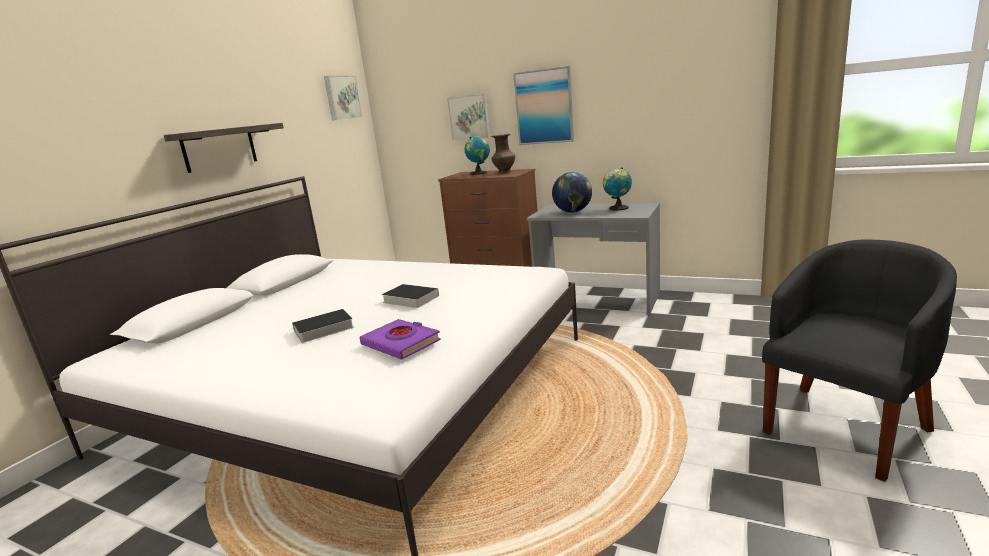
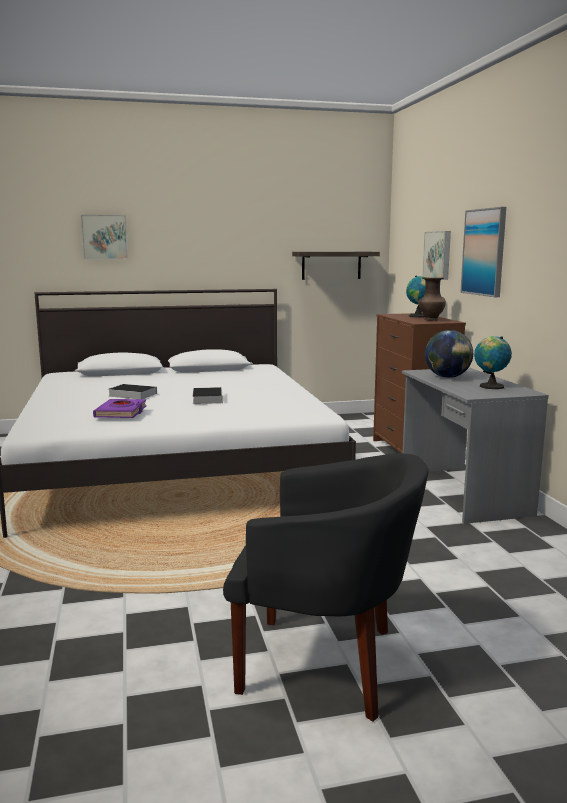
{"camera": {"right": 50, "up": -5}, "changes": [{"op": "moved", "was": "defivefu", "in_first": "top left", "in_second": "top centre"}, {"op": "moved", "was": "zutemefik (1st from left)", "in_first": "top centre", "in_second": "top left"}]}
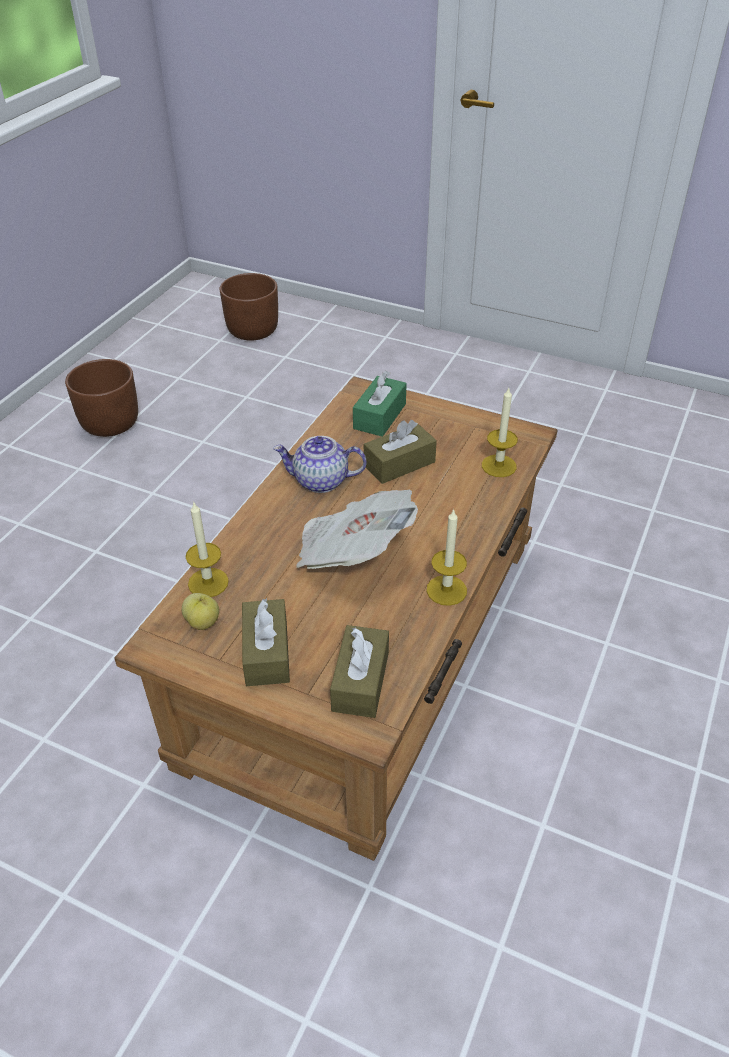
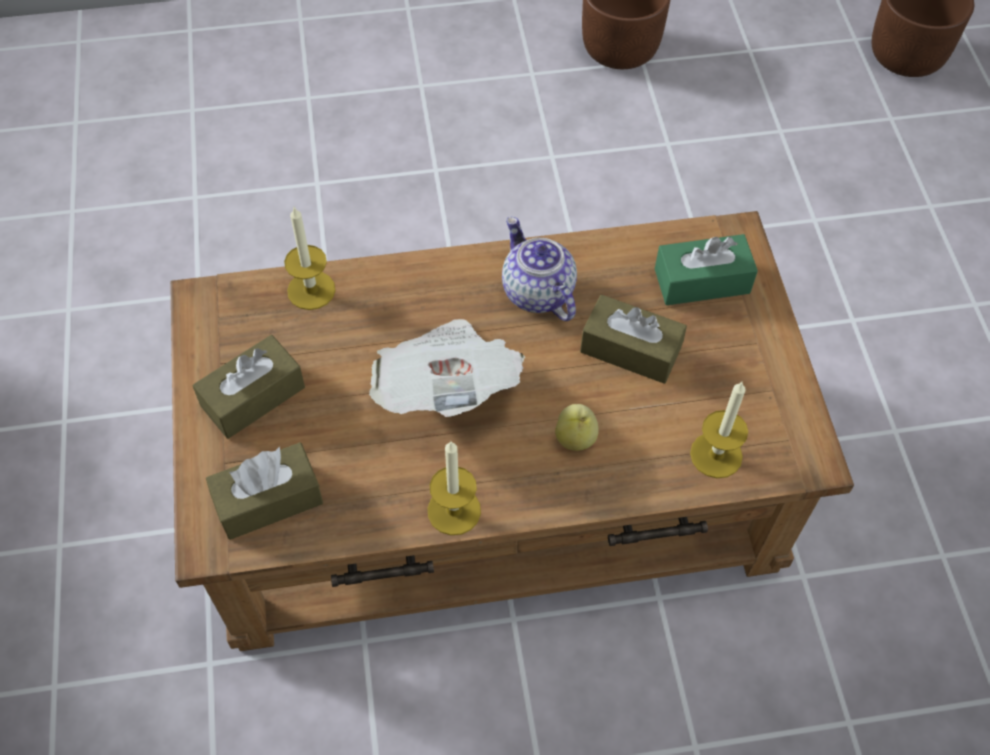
{"camera": {"right": 55, "up": 15}, "changes": [{"op": "moved", "was": "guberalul", "in_first": "middle left", "in_second": "centre"}]}
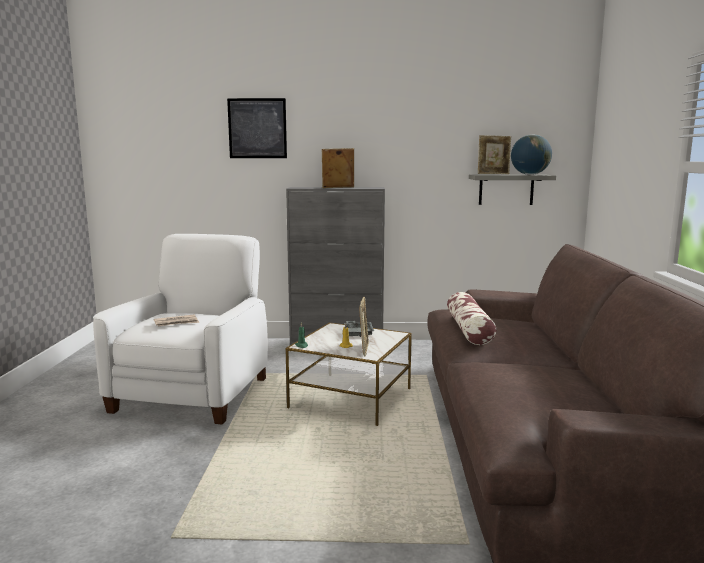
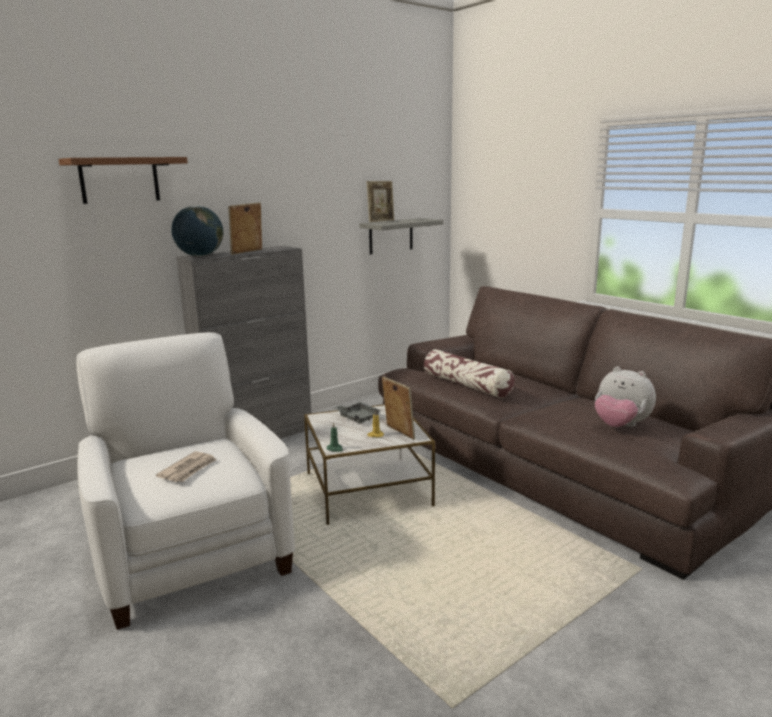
{"camera": {"right": -40, "up": 5}, "changes": [{"op": "added", "now": "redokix", "in_second": "middle right"}, {"op": "moved", "was": "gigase", "in_first": "top right", "in_second": "top left"}, {"op": "replaced", "was": "zutemefik", "now": "brown defivefu", "in_first": "top centre", "in_second": "top left"}]}
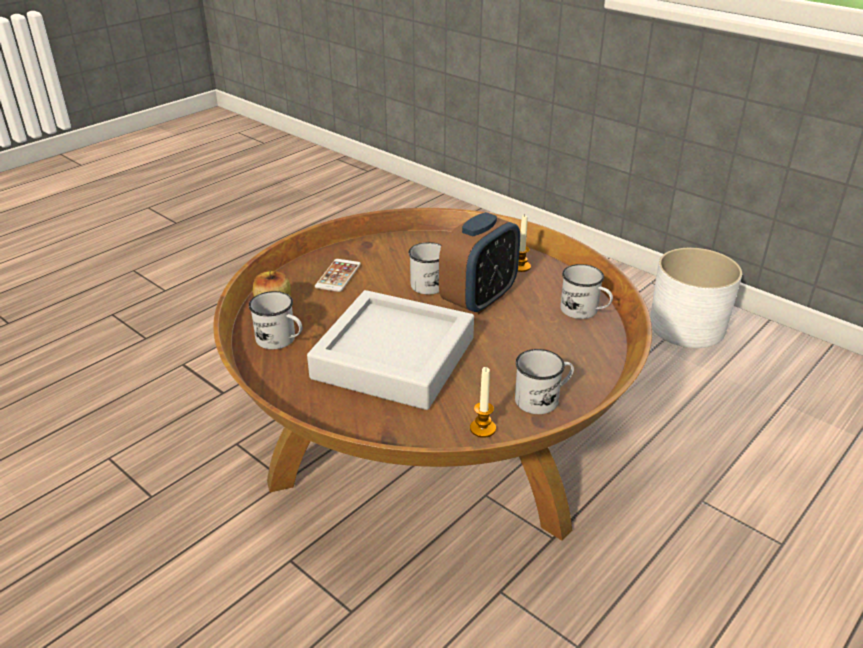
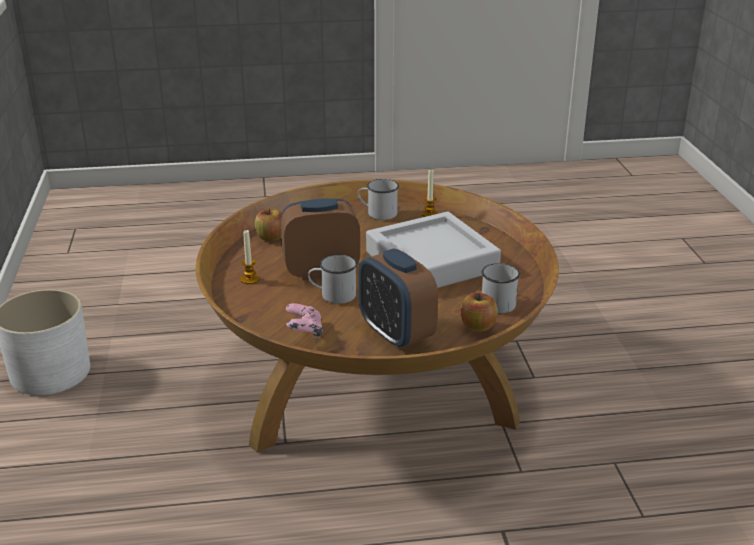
{"camera": {"right": -140, "up": -5}, "changes": [{"op": "added", "now": "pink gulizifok", "in_second": "centre"}, {"op": "replaced", "was": "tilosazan", "now": "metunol (2nd from left)", "in_first": "centre", "in_second": "centre"}, {"op": "replaced", "was": "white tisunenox (4th from left)", "now": "guberalul (1st from left)", "in_first": "middle right", "in_second": "centre"}]}
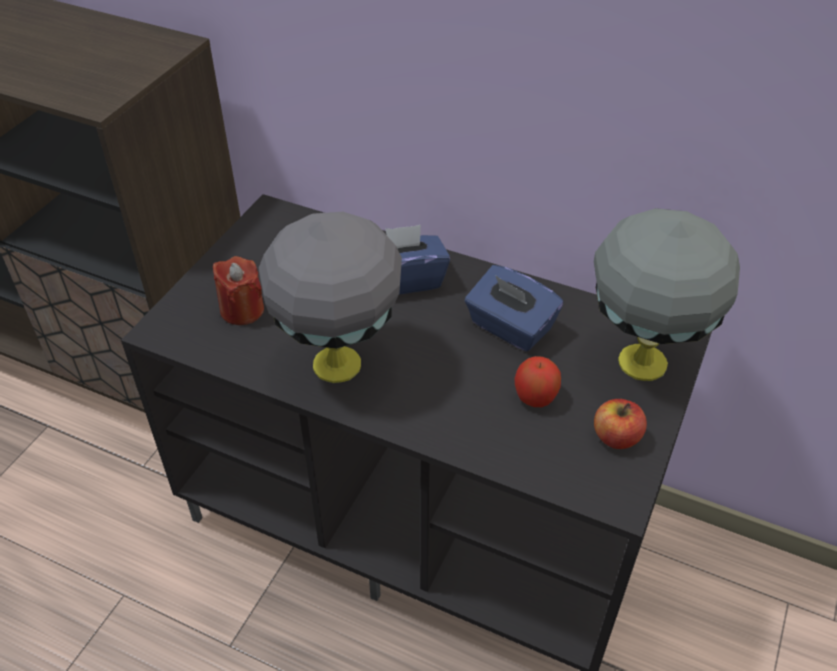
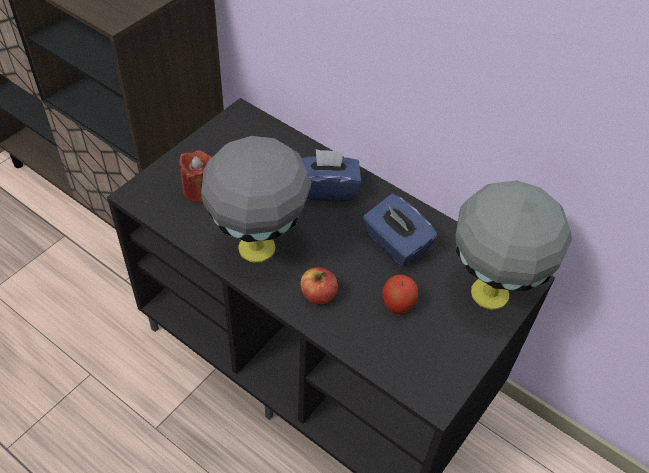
{"camera": {"right": 10, "up": 5}, "changes": [{"op": "moved", "was": "guberalul (2nd from left in the first image)", "now": "guberalul (1st from left)", "in_first": "middle right", "in_second": "centre"}]}
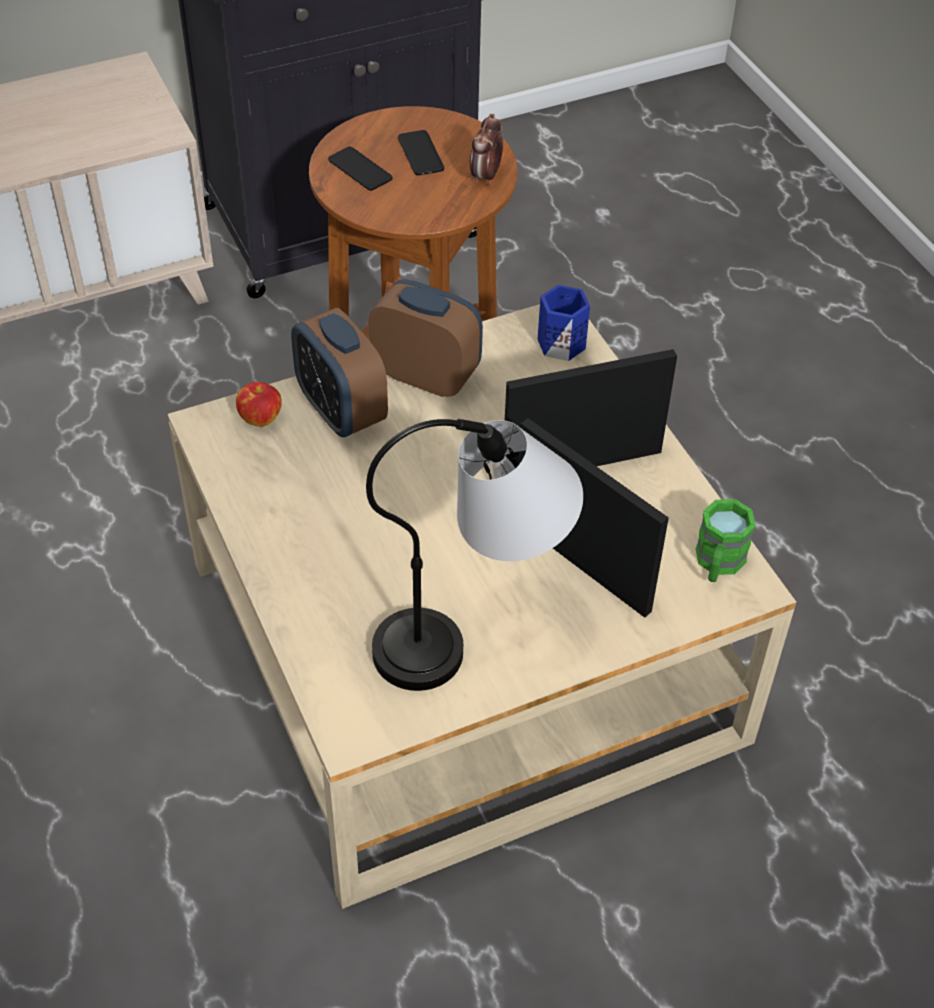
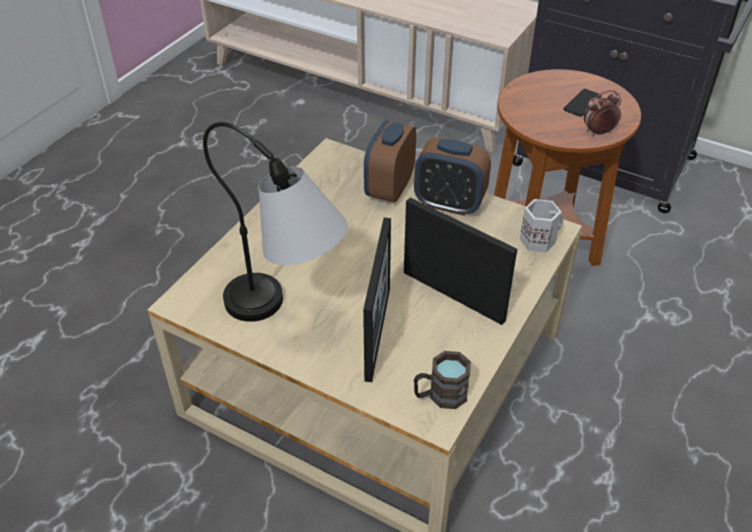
{"camera": {"right": 55, "up": -5}, "changes": [{"op": "removed", "was": "guberalul", "in_first": "middle left"}, {"op": "removed", "was": "tilosazan (1st from left)", "in_first": "top centre"}, {"op": "recoloured", "was": "blue tisunenox", "now": "white tisunenox", "in_first": "top centre", "in_second": "middle right"}, {"op": "recoloured", "was": "green tisunenox", "now": "brown tisunenox", "in_first": "middle right", "in_second": "bottom centre"}, {"op": "turned", "was": "metunol (2nd from left)", "in_first": "centre", "in_second": "top centre", "clockwise": 120}]}
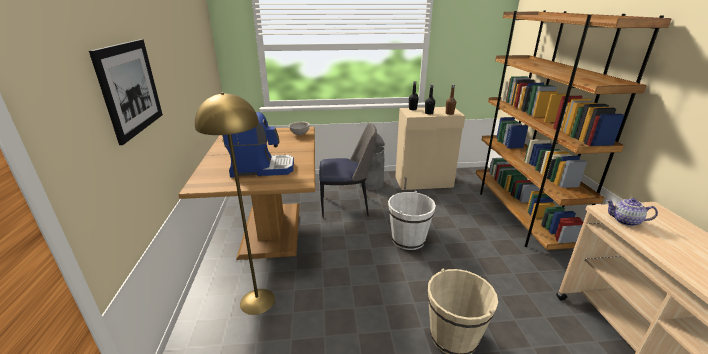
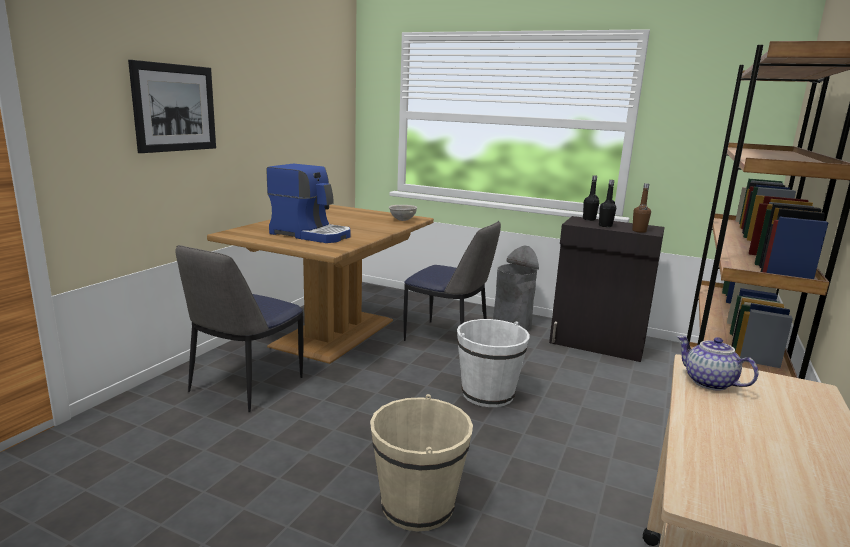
{"camera": {"right": 30, "up": -10}, "changes": [{"op": "replaced", "was": "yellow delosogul", "now": "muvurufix (1st from left)", "in_first": "middle left", "in_second": "middle left"}, {"op": "recoloured", "was": "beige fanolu", "now": "black fanolu", "in_first": "centre", "in_second": "middle right"}]}
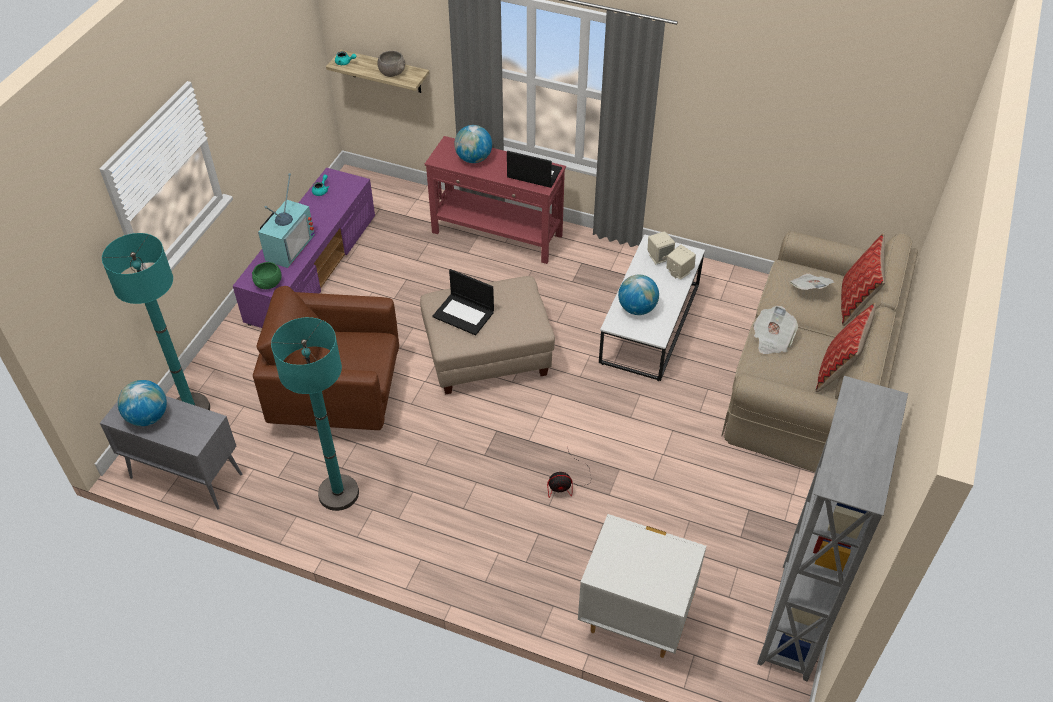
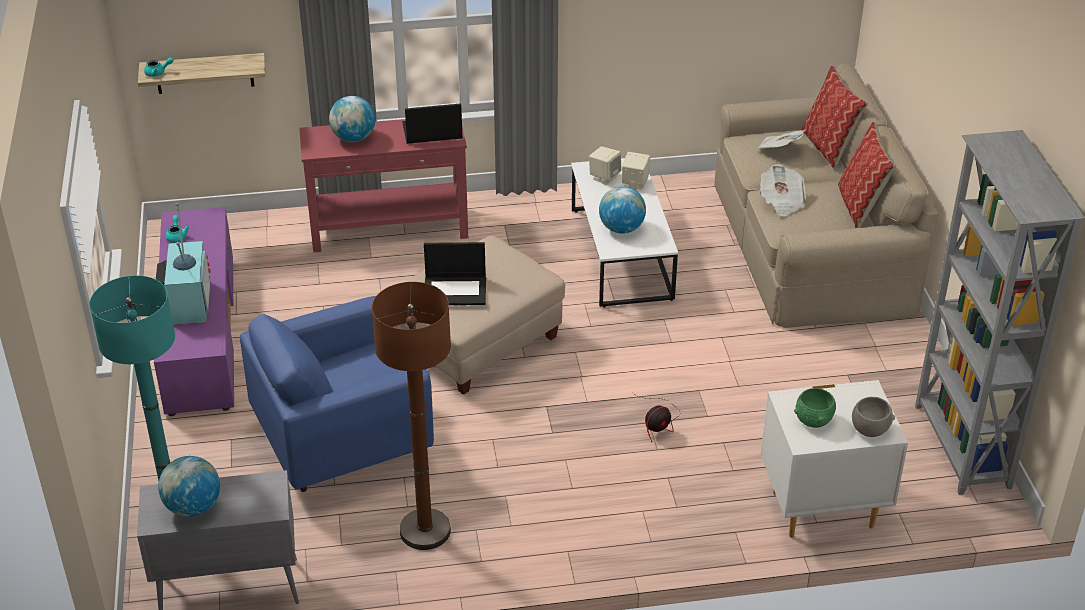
{"camera": {"right": -30, "up": -10}, "changes": [{"op": "moved", "was": "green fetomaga", "in_first": "middle left", "in_second": "bottom right"}, {"op": "moved", "was": "grey fetomaga", "in_first": "top centre", "in_second": "bottom right"}, {"op": "recoloured", "was": "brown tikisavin", "now": "blue tikisavin", "in_first": "middle left", "in_second": "middle left"}, {"op": "recoloured", "was": "turquoise delosogul (2nd from left)", "now": "brown delosogul", "in_first": "middle left", "in_second": "bottom centre"}]}
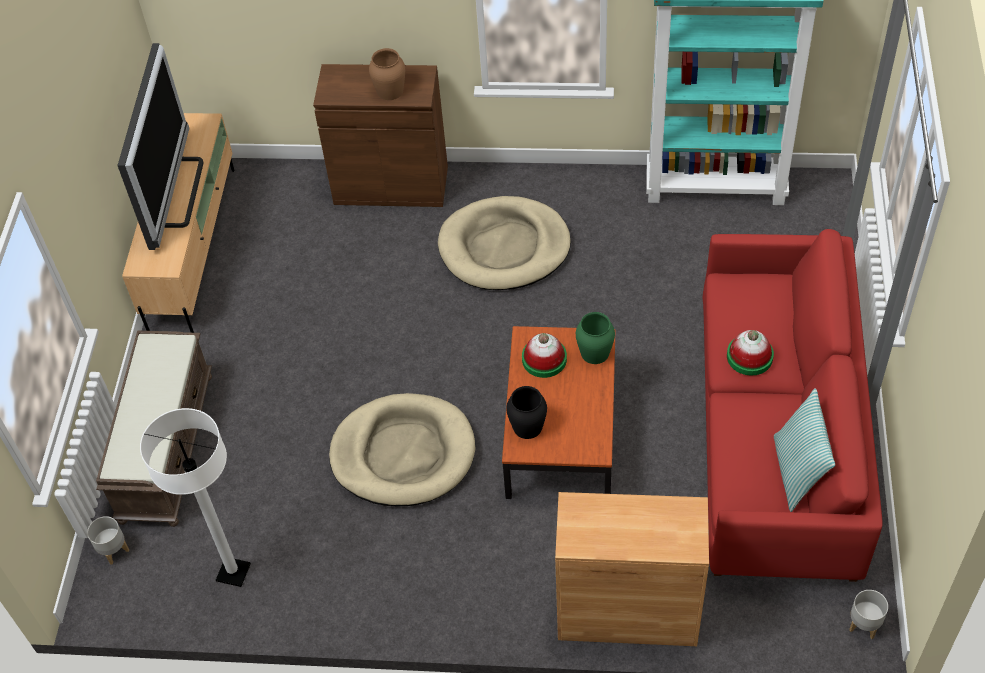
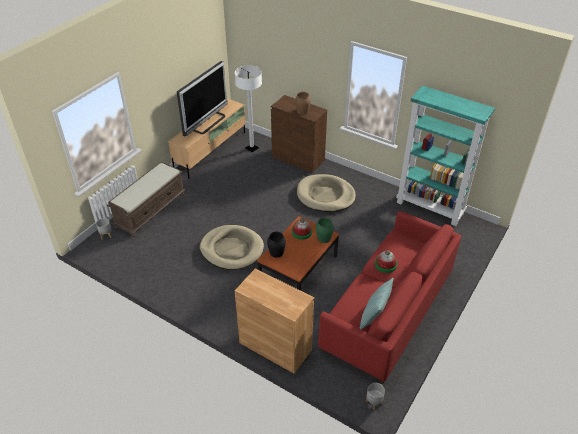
{"camera": {"right": 25, "up": -10}, "changes": [{"op": "moved", "was": "white delosogul", "in_first": "bottom left", "in_second": "top centre"}]}
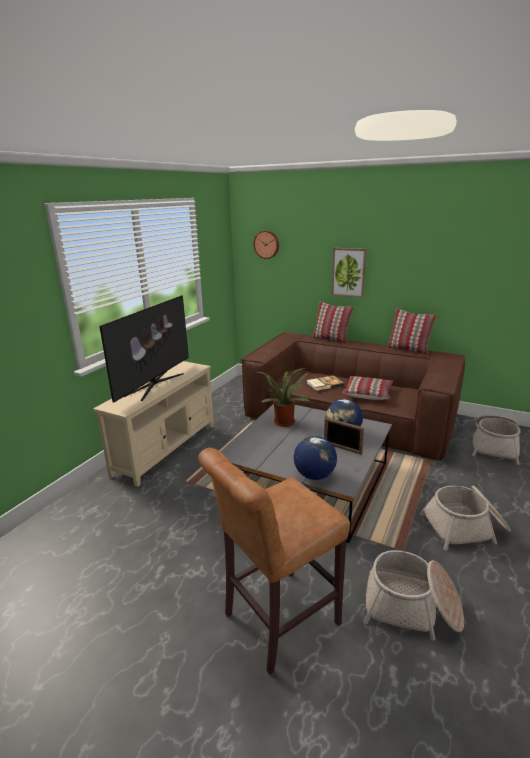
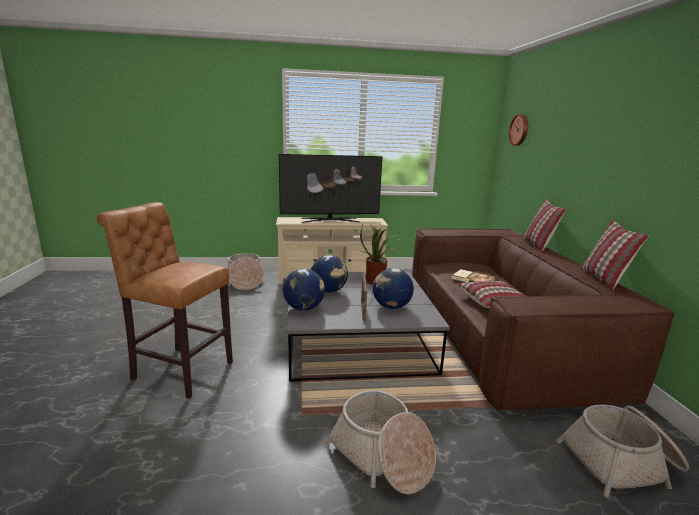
{"camera": {"right": 55, "up": -5}, "changes": [{"op": "removed", "was": "zutemefik", "in_first": "centre"}, {"op": "added", "now": "gigase (2nd from left)", "in_second": "centre"}, {"op": "moved", "was": "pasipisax (1st from left)", "in_first": "bottom right", "in_second": "centre"}]}
